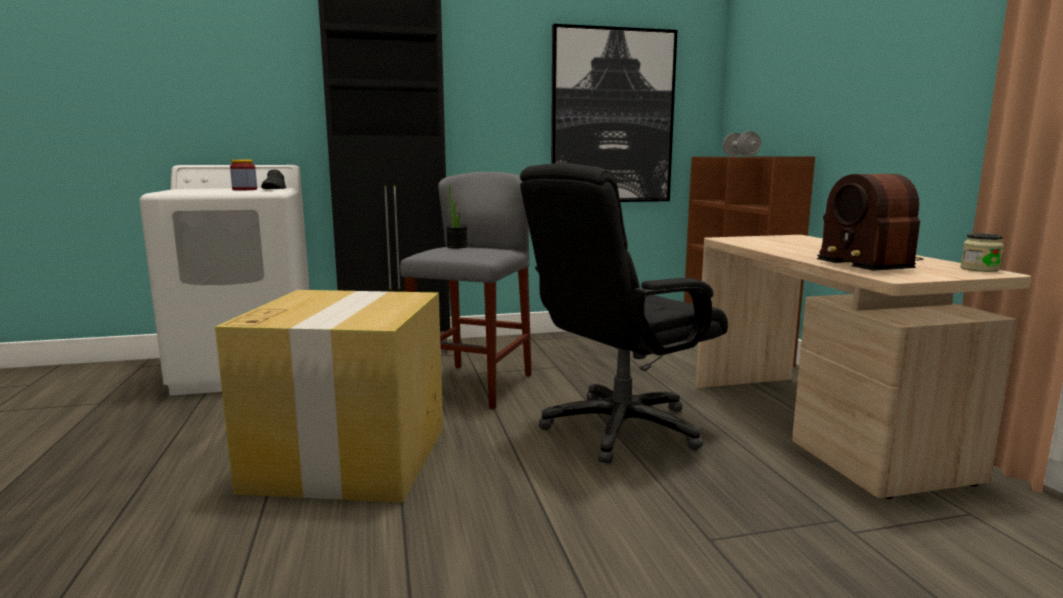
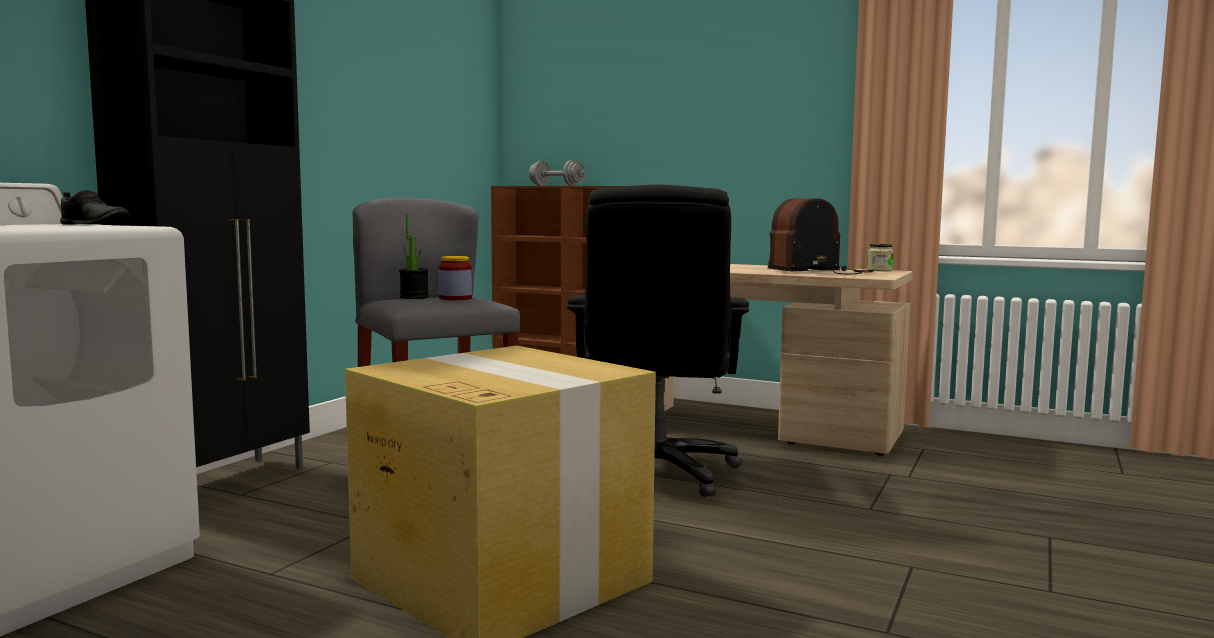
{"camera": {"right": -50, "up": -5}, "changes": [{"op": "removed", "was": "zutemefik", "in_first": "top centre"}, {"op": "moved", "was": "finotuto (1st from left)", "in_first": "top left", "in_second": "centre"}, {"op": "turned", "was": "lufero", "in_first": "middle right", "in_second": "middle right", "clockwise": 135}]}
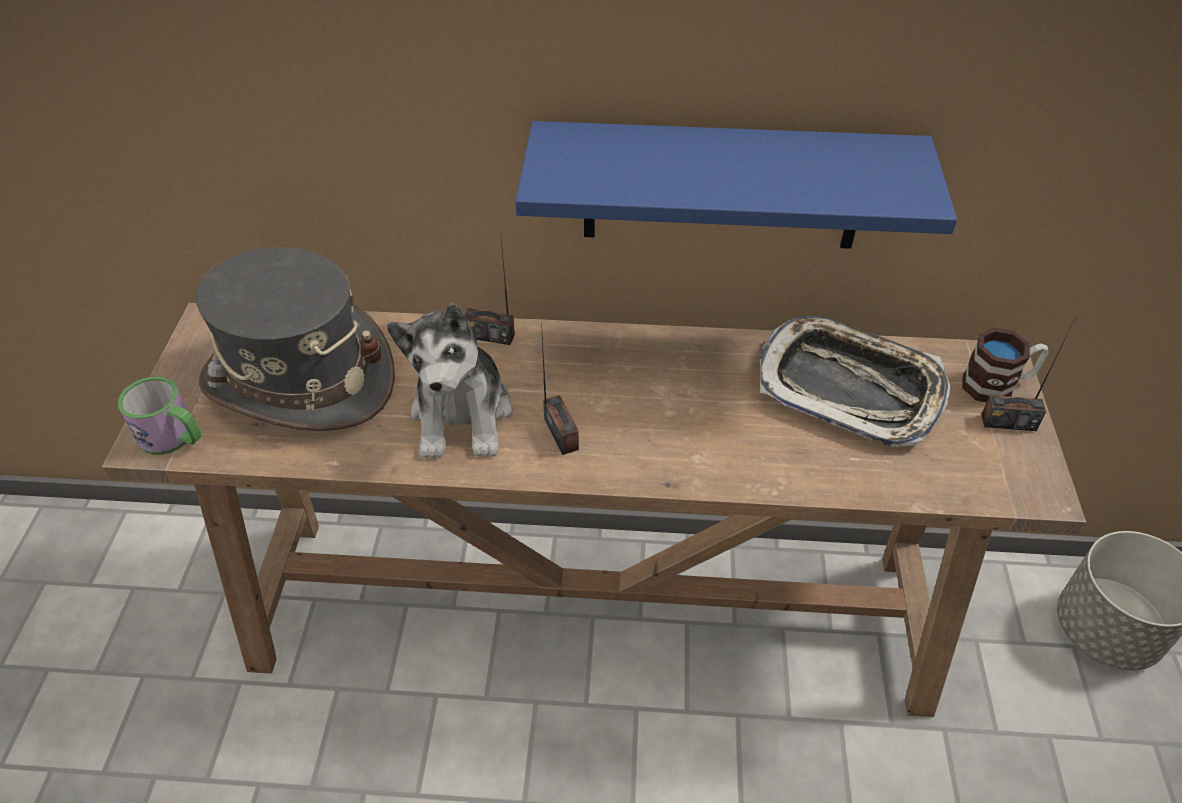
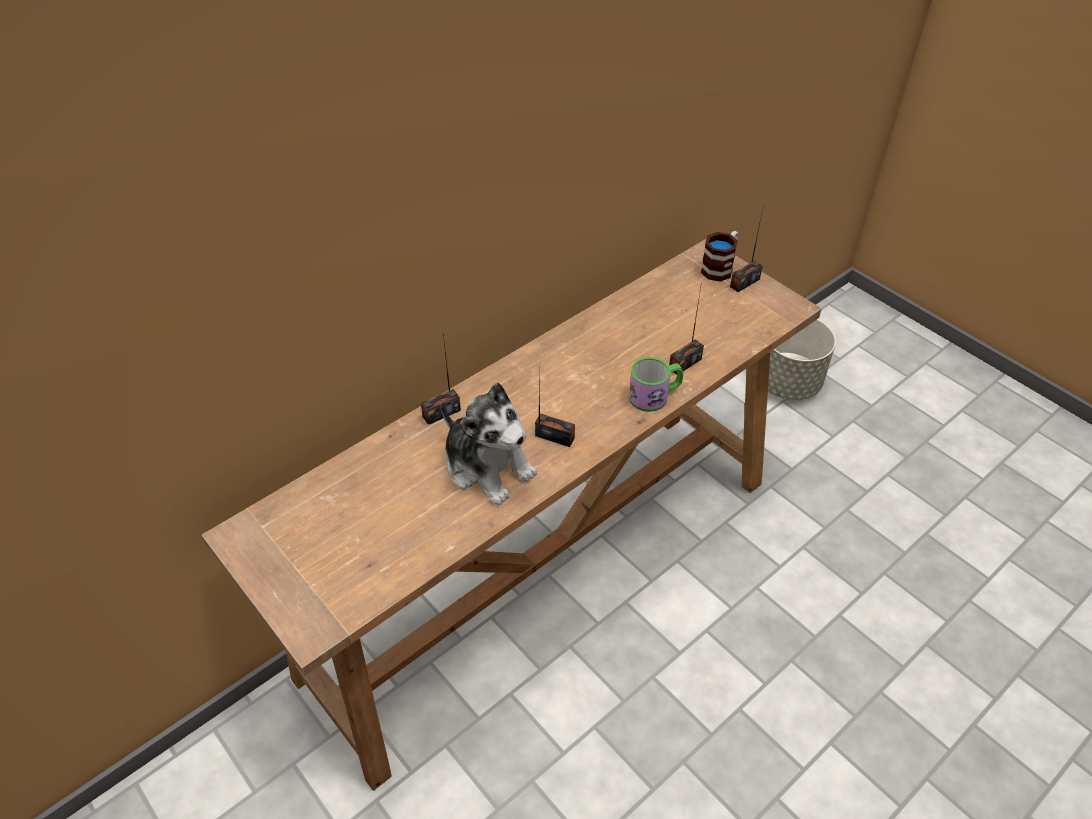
{"camera": {"right": -45, "up": 0}, "changes": [{"op": "removed", "was": "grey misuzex", "in_first": "middle left"}, {"op": "removed", "was": "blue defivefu", "in_first": "top centre"}, {"op": "removed", "was": "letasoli", "in_first": "middle right"}, {"op": "added", "now": "lufero (3rd from left)", "in_second": "centre"}, {"op": "moved", "was": "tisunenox (1st from left)", "in_first": "middle left", "in_second": "centre"}]}
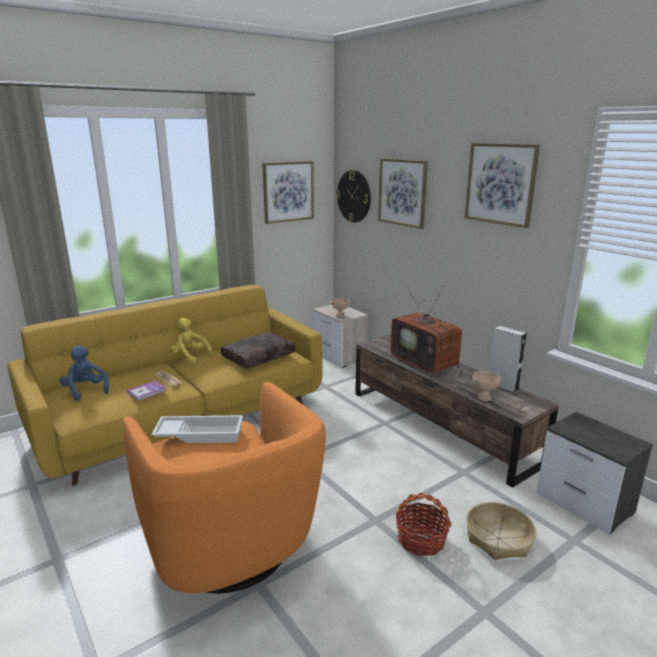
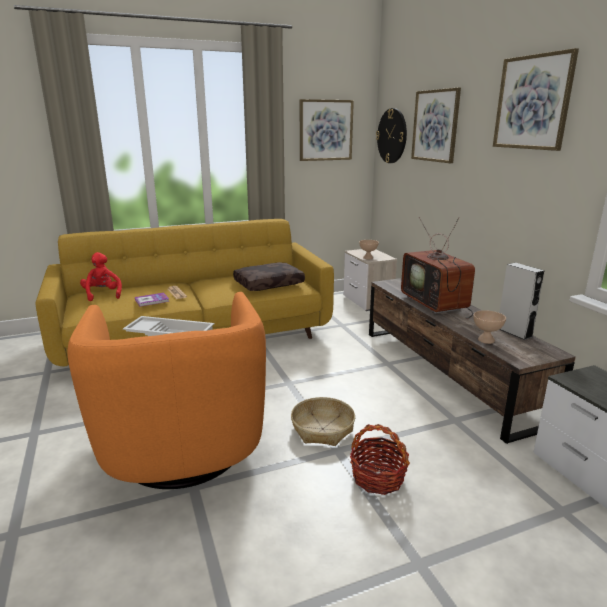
{"camera": {"right": 15, "up": 0}, "changes": [{"op": "removed", "was": "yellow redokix", "in_first": "middle left"}, {"op": "moved", "was": "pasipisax (2nd from left in the first image)", "now": "pasipisax (1st from left)", "in_first": "bottom right", "in_second": "bottom centre"}, {"op": "recoloured", "was": "blue redokix", "now": "red redokix", "in_first": "middle left", "in_second": "middle left"}]}
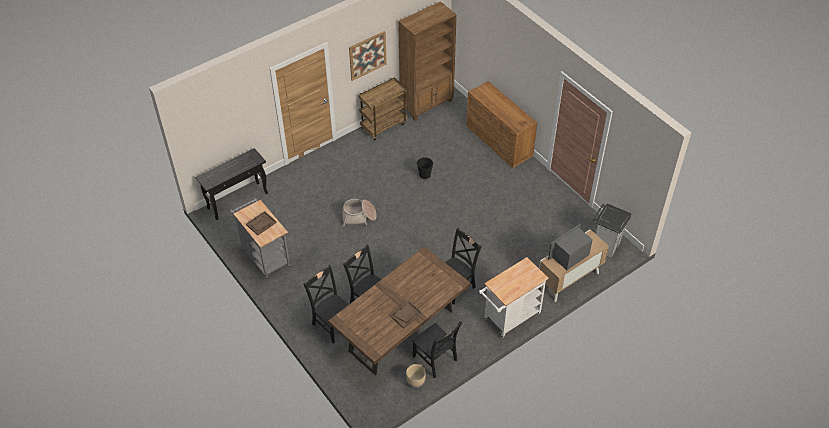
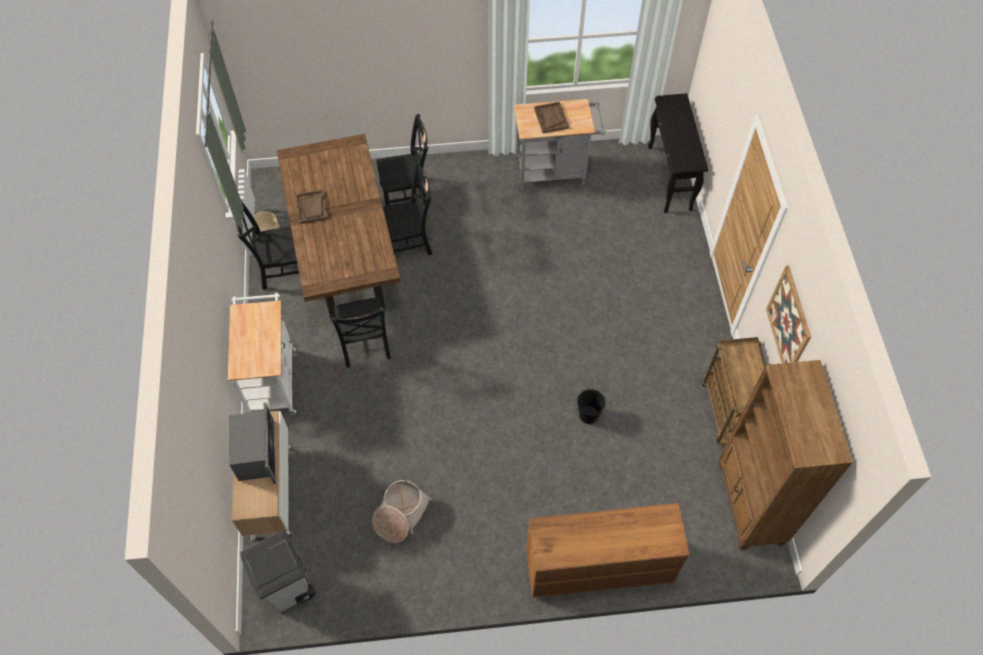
{"camera": {"right": 120, "up": 10}, "changes": [{"op": "moved", "was": "pasipisax", "in_first": "centre", "in_second": "bottom centre"}]}
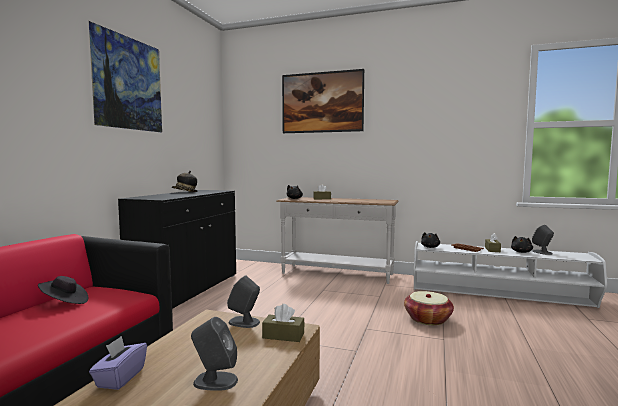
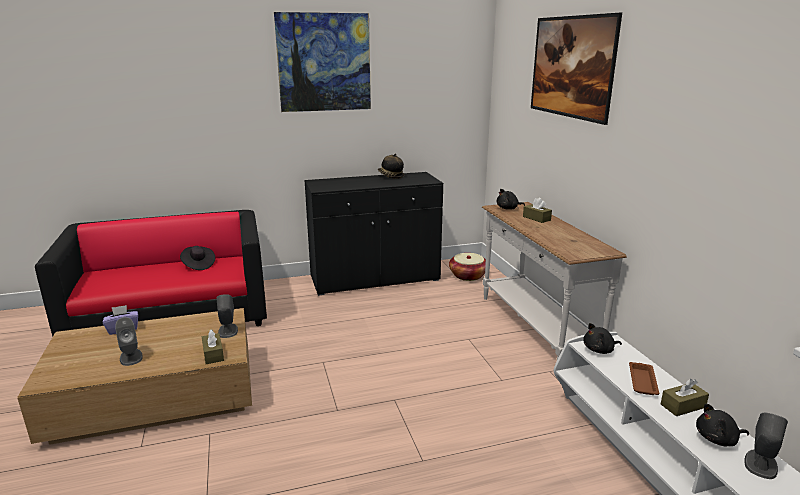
{"camera": {"right": 55, "up": 15}, "changes": [{"op": "moved", "was": "pasipisax", "in_first": "bottom right", "in_second": "centre"}]}
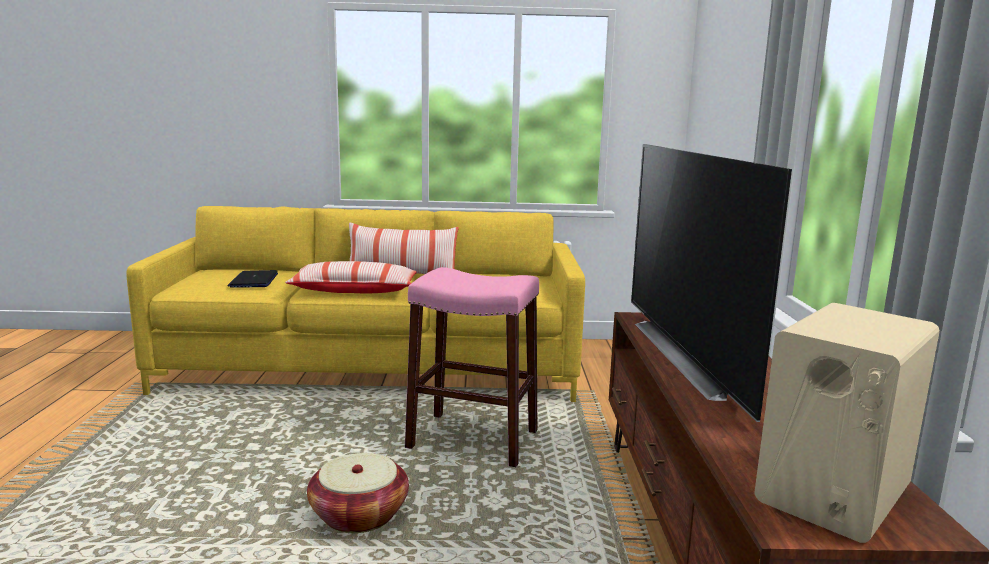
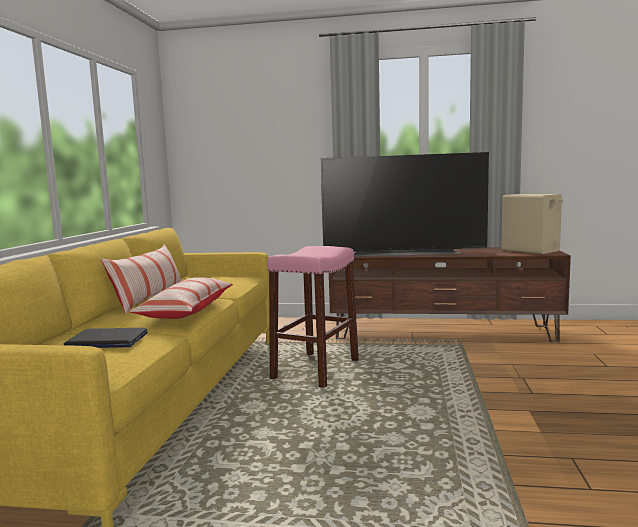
{"camera": {"right": -80, "up": -5}, "changes": [{"op": "removed", "was": "pasipisax", "in_first": "bottom centre"}]}
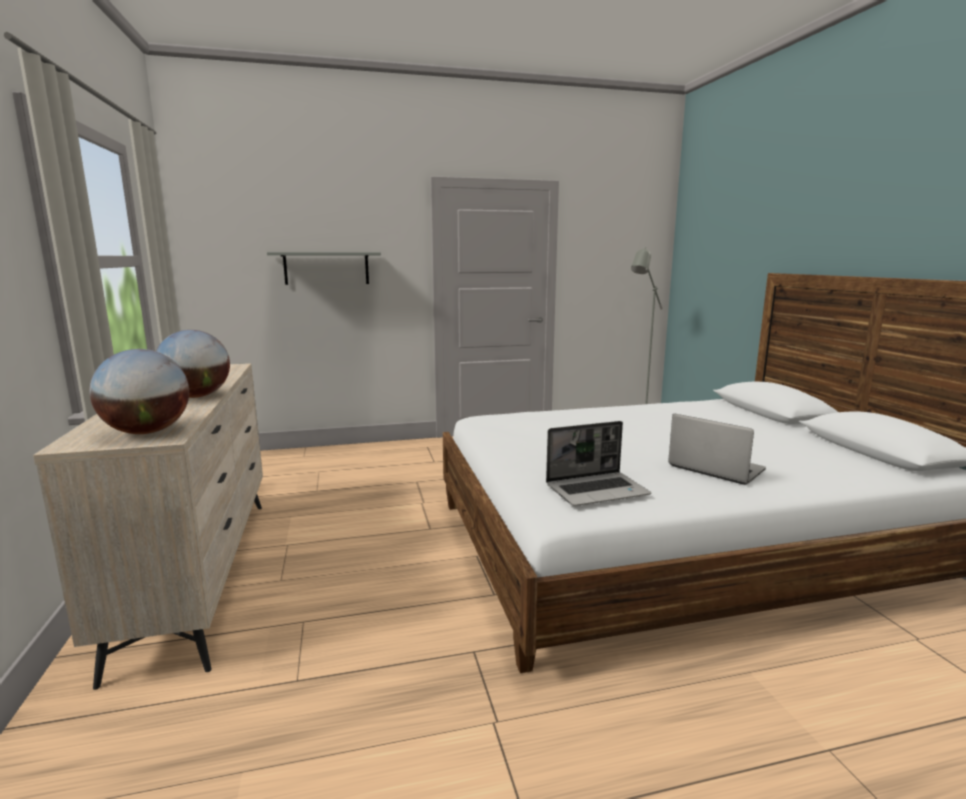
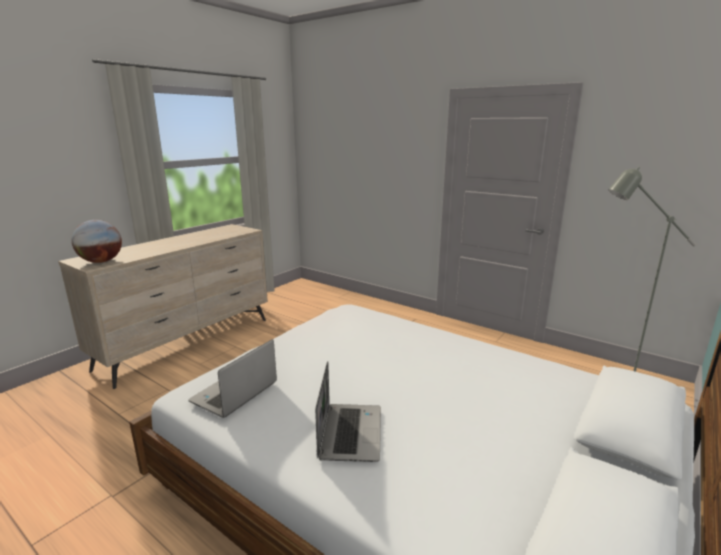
{"camera": {"right": 50, "up": 5}, "changes": [{"op": "removed", "was": "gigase (2nd from left)", "in_first": "middle left"}, {"op": "removed", "was": "grey defivefu", "in_first": "centre"}, {"op": "turned", "was": "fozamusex (1st from left)", "in_first": "centre", "in_second": "bottom left", "clockwise": 90}]}
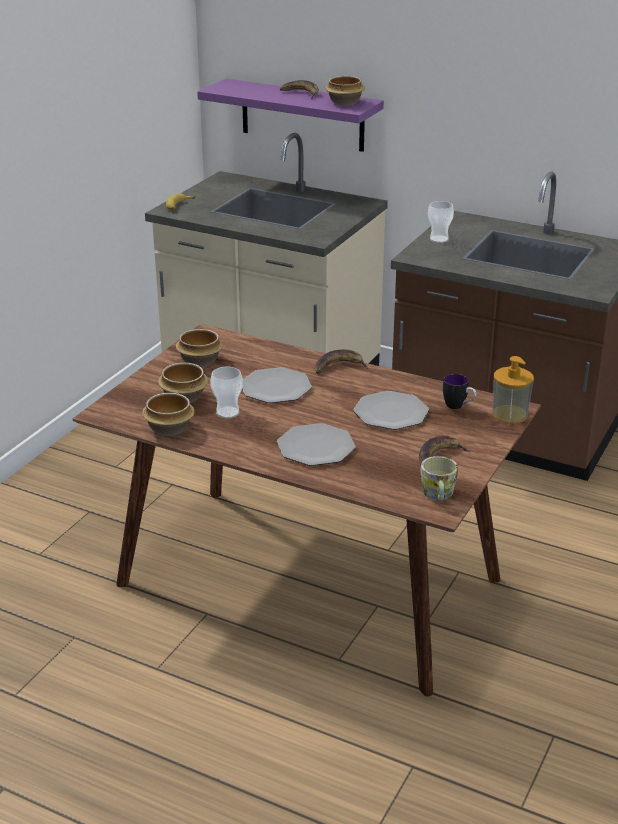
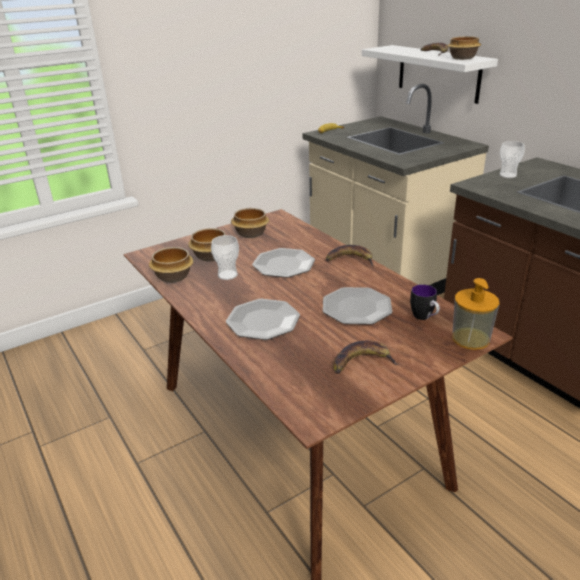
{"camera": {"right": 30, "up": 0}, "changes": [{"op": "removed", "was": "tisunenox (1st from left)", "in_first": "middle right"}, {"op": "recoloured", "was": "purple defivefu", "now": "white defivefu", "in_first": "top centre", "in_second": "top right"}]}
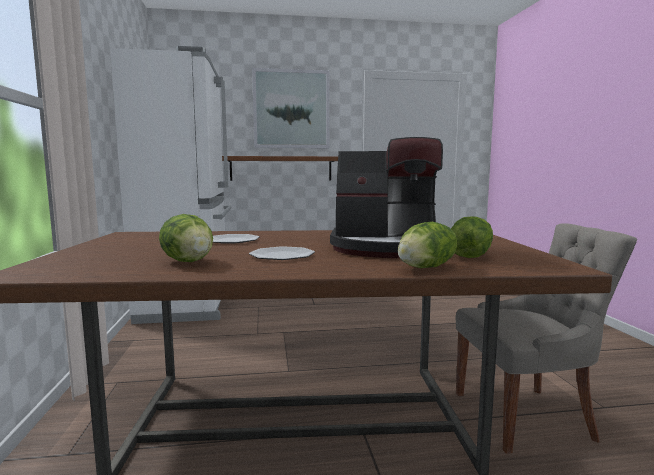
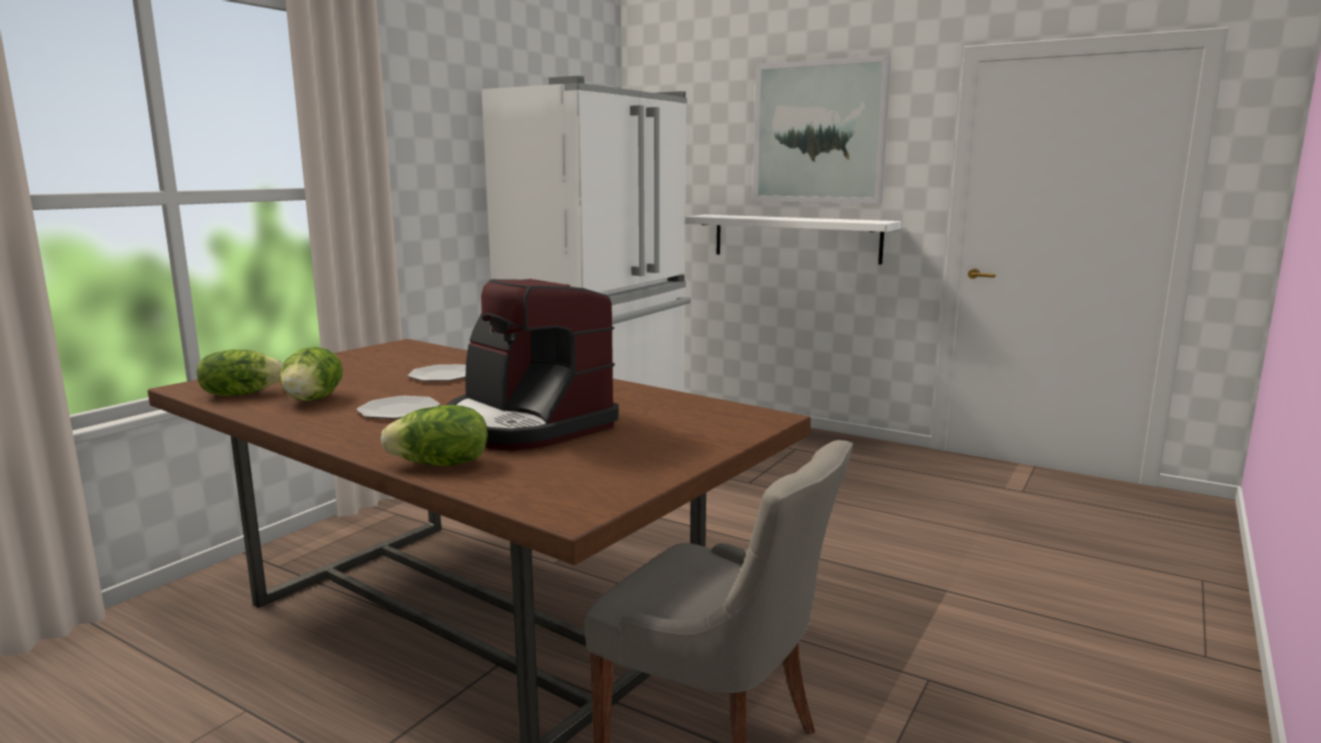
{"camera": {"right": 40, "up": 5}, "changes": [{"op": "moved", "was": "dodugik (3rd from left in the first image)", "now": "dodugik (1st from left)", "in_first": "middle right", "in_second": "middle left"}, {"op": "recoloured", "was": "brown defivefu", "now": "white defivefu", "in_first": "centre", "in_second": "top centre"}]}
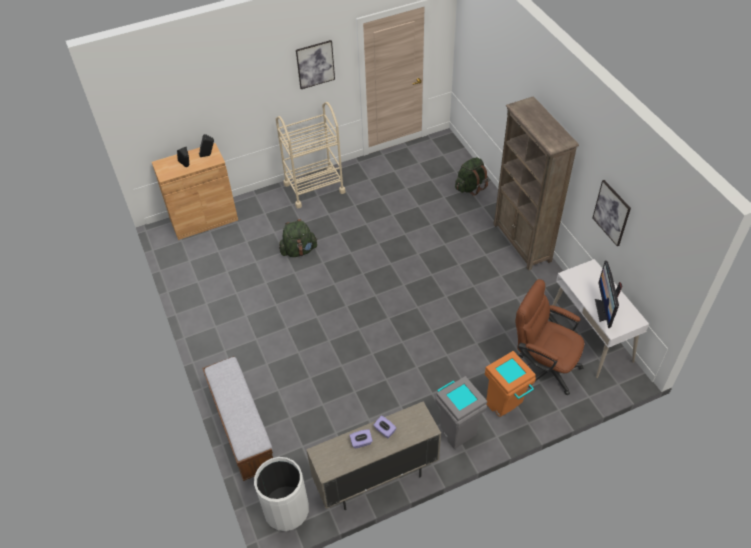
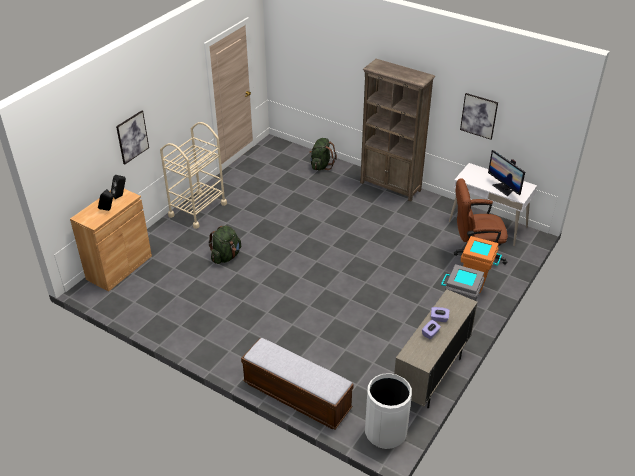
{"camera": {"right": -35, "up": -10}, "changes": [{"op": "moved", "was": "zutemefik (1st from left)", "in_first": "top centre", "in_second": "top left"}]}
